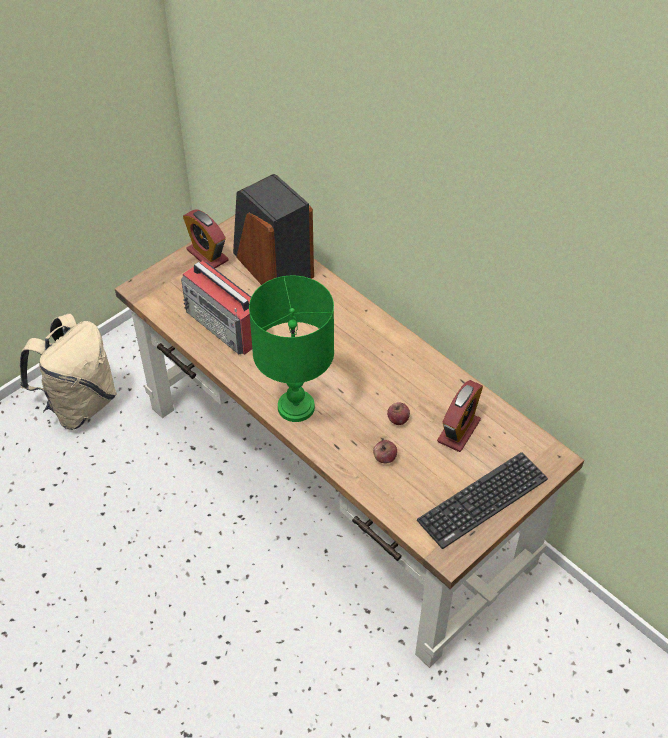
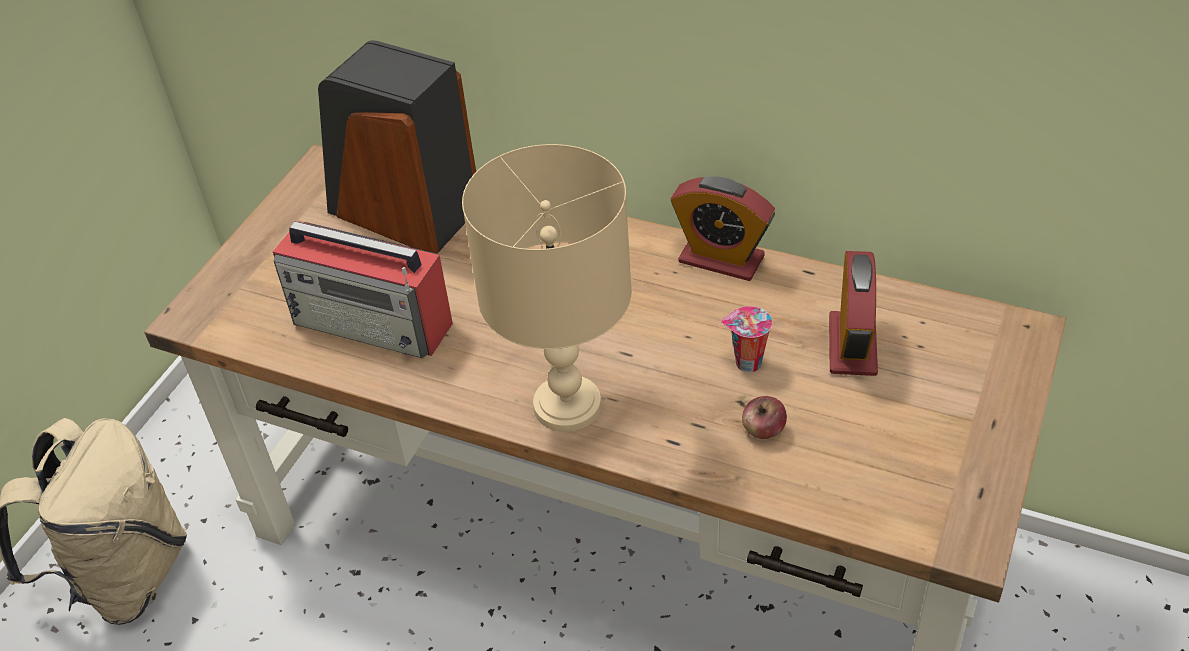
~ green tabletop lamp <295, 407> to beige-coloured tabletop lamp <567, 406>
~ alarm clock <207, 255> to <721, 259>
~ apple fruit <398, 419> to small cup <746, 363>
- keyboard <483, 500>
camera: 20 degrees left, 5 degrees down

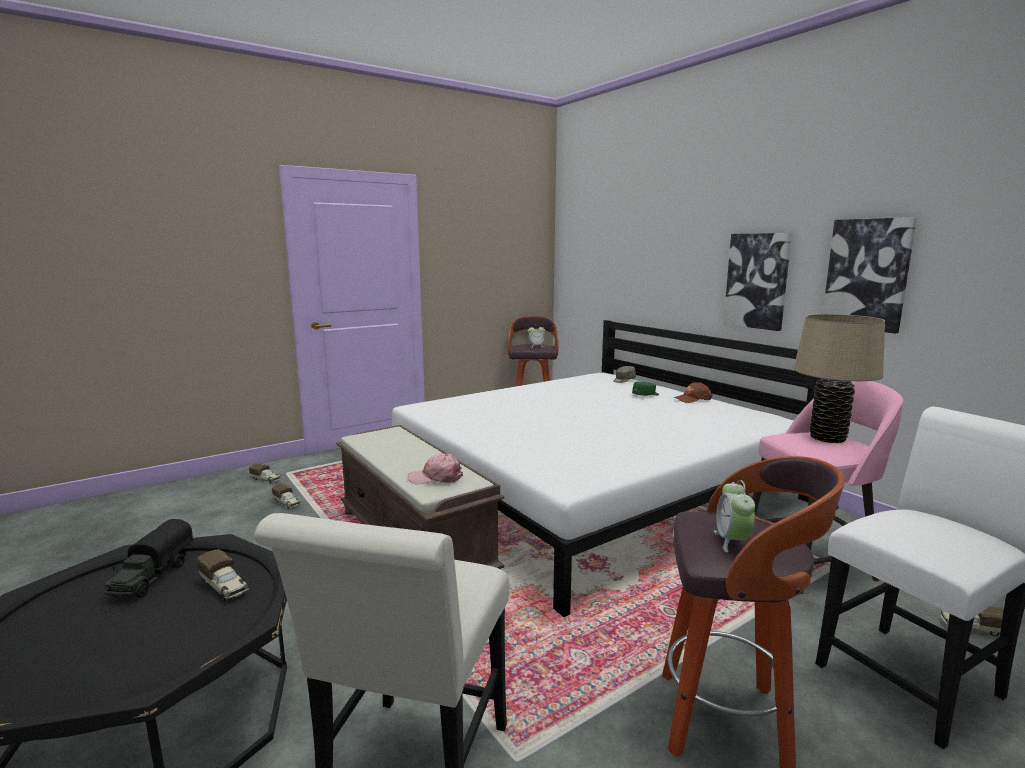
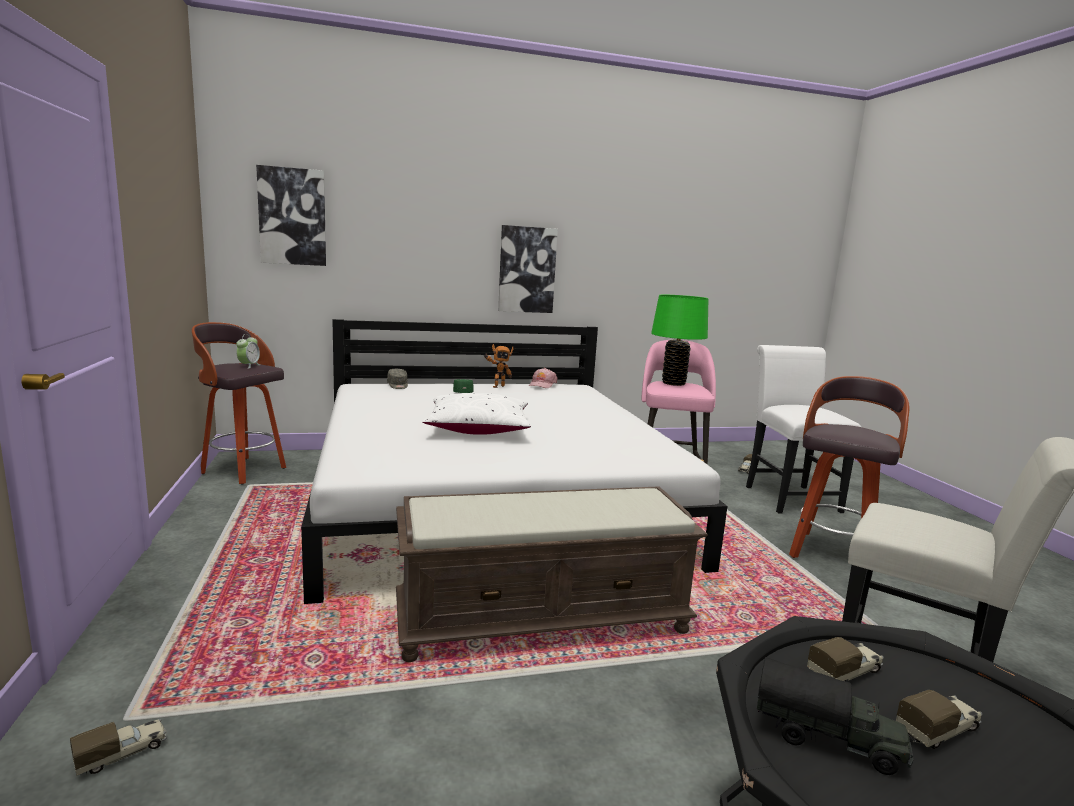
~ wall picture <867, 274> to <292, 217>
+ white pillow <478, 429>
~ brown-coloured peaked cap <692, 399> to toy robot <497, 386>
~ pink-coloured peaked cap <436, 477> to <542, 384>
~ beige-coloured tabletop lamp <827, 438> to green tabletop lamp <673, 383>
~ toy truck <287, 503> to <938, 730>
- alarm clock <732, 541>
camera: 70 degrees left, 0 degrees up

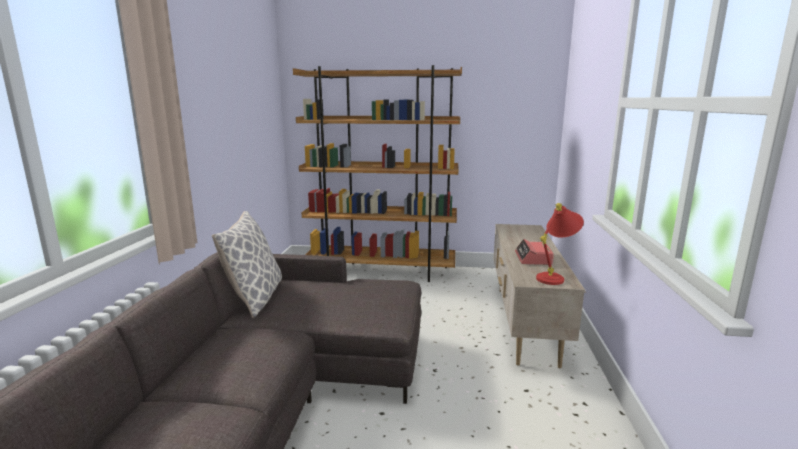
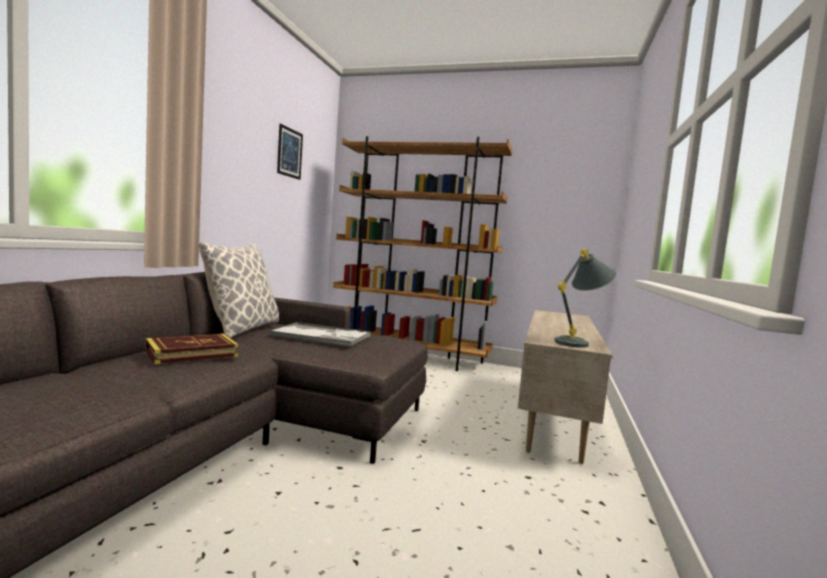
+ book <192, 353>
+ tray <322, 336>
+ wall picture <289, 152>
~ red tabletop lamp <555, 277> to gray tabletop lamp <580, 343>
- alarm clock <533, 258>
camera: 10 degrees right, 10 degrees down

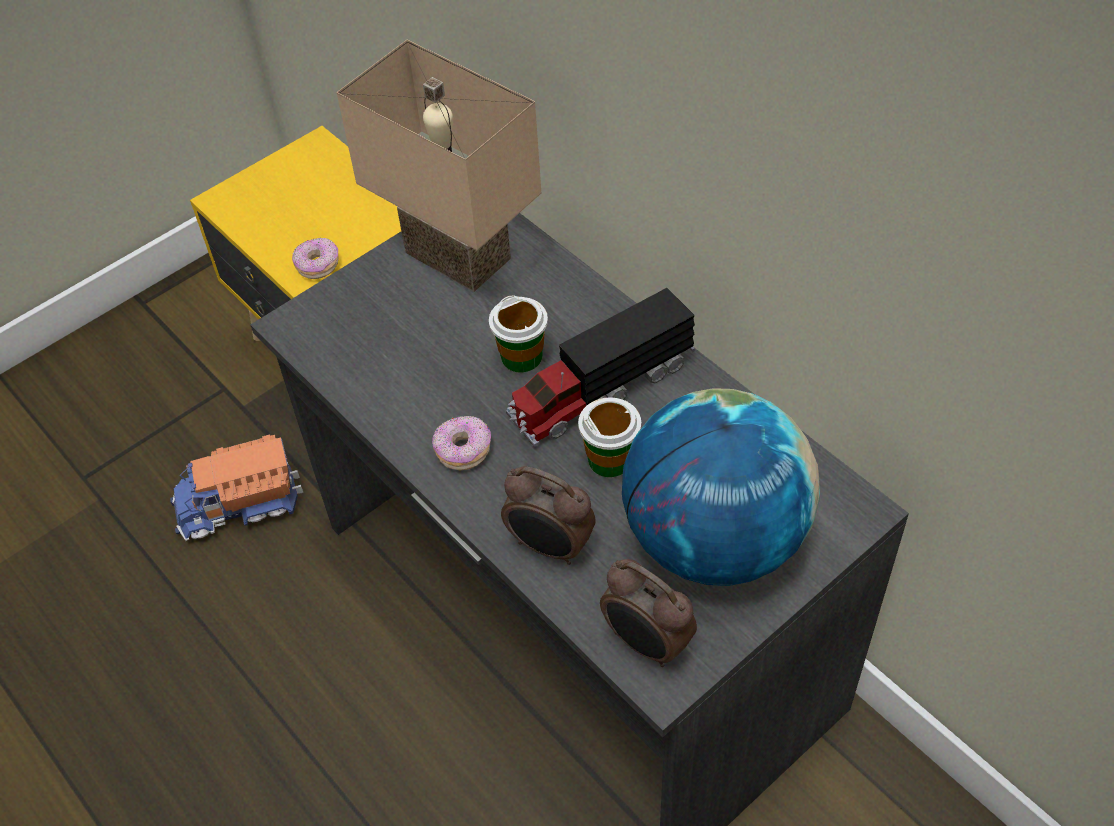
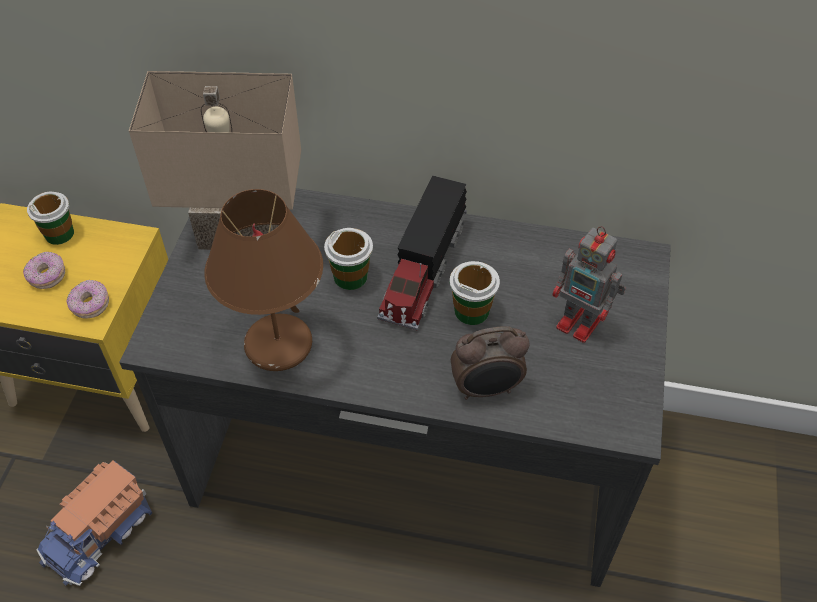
~ ring doughnut <463, 450> to <47, 276>
+ small cup <59, 233>
+ brown-coloured tabletop lamp <277, 346>
~ globe <714, 540> to toy robot <581, 323>
- alarm clock <646, 643>
camera: 40 degrees left, 0 degrees up

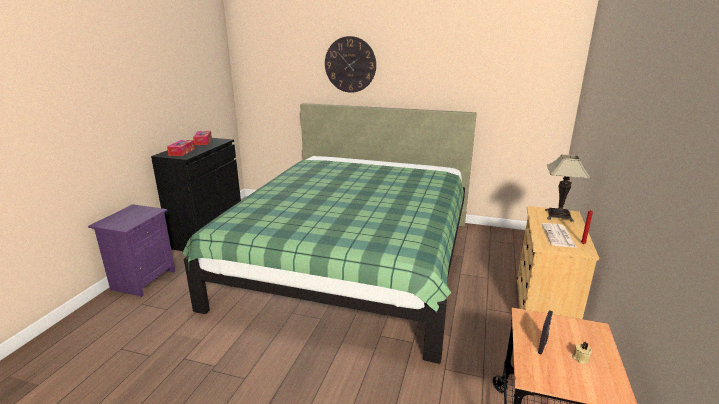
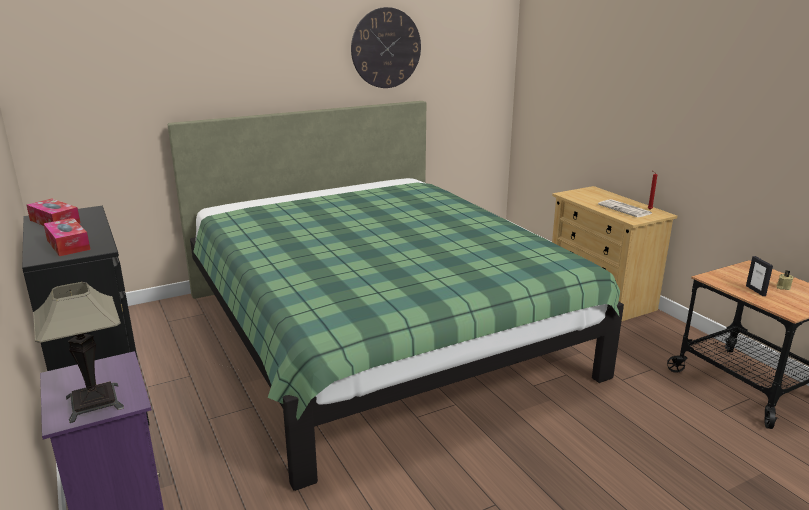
~ tabletop lamp <558, 215> to <94, 402>
~ clock on the wall <350, 64> to <386, 48>
camera: 45 degrees left, 0 degrees up

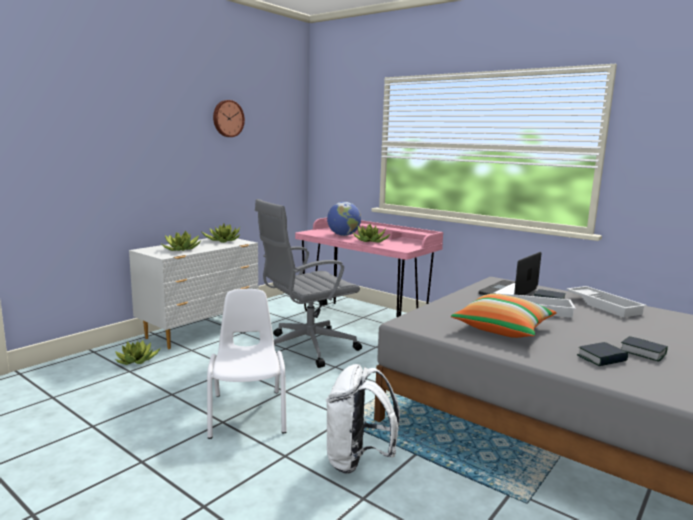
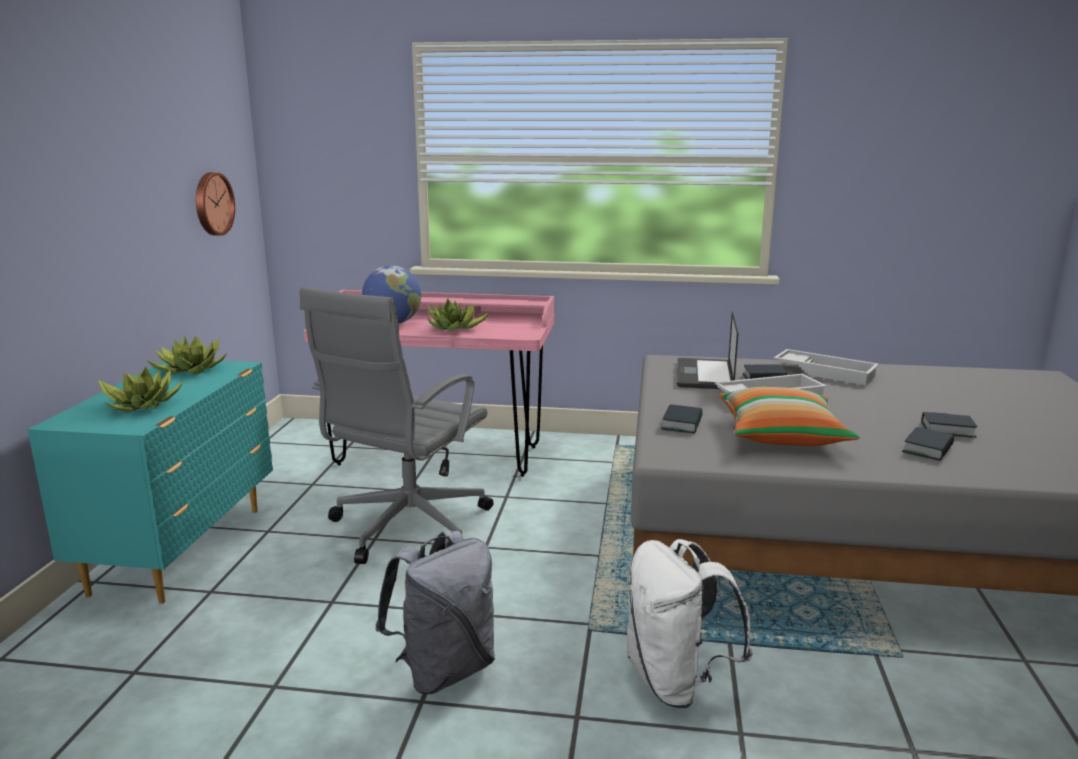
~ white dresser <200, 330> to blue-green dresser <183, 549>
~ clock on the wall <227, 118> to <212, 204>
~ white upright chair <248, 413> to gray backpack <444, 670>
+ book <682, 424>
- houseplant <137, 360>
camera: 30 degrees left, 5 degrees up

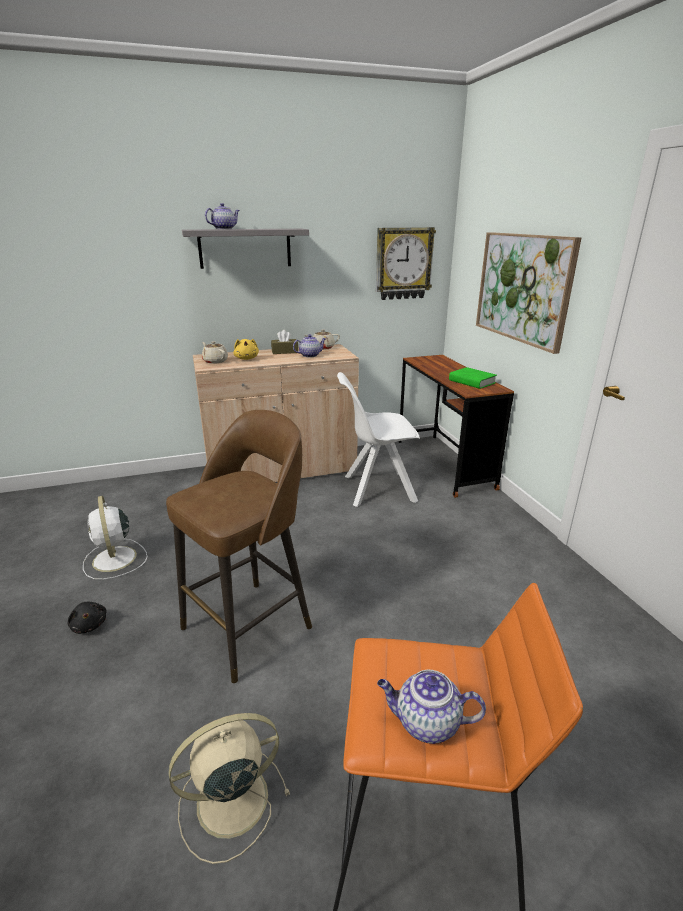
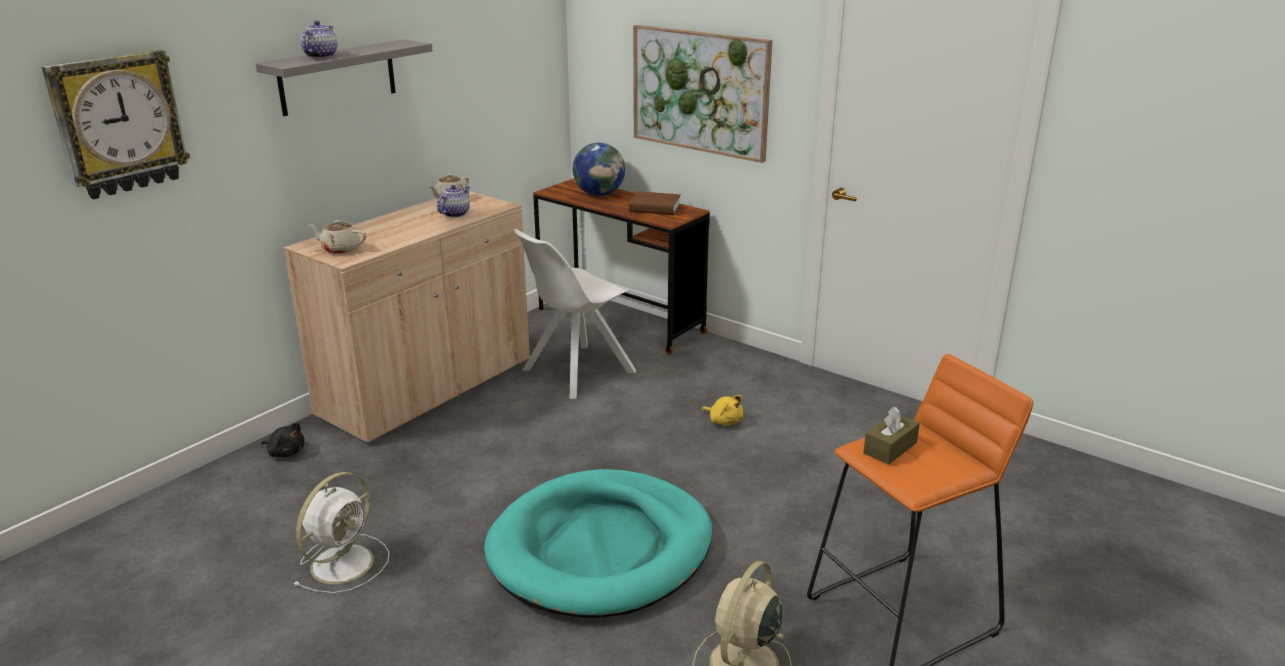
~ clock on the wall <403, 264> to <118, 124>
~ black-coloured cuddly toy <89, 625> to <286, 452>
~ white fan <114, 560> = <344, 562> 90 degrees counterclockwise
~ brown-coloured stool seat <250, 626> to blue-green dog cushion <601, 549>
+ globe <599, 194>
~ green book <472, 382> to brown-coloured book <654, 208>
~ yellow cuddly toy <246, 358> to <724, 421>
~ brown-coloured tissue box <285, 352> to <890, 448>
- pot for tea <426, 723>
camera: 35 degrees left, 0 degrees up

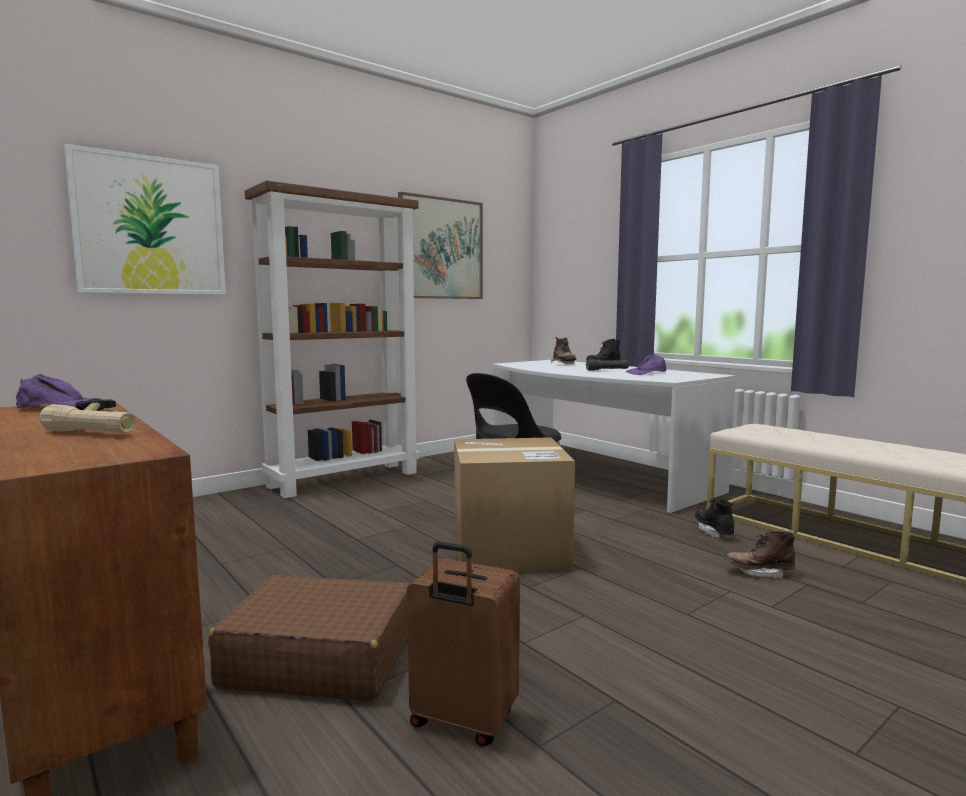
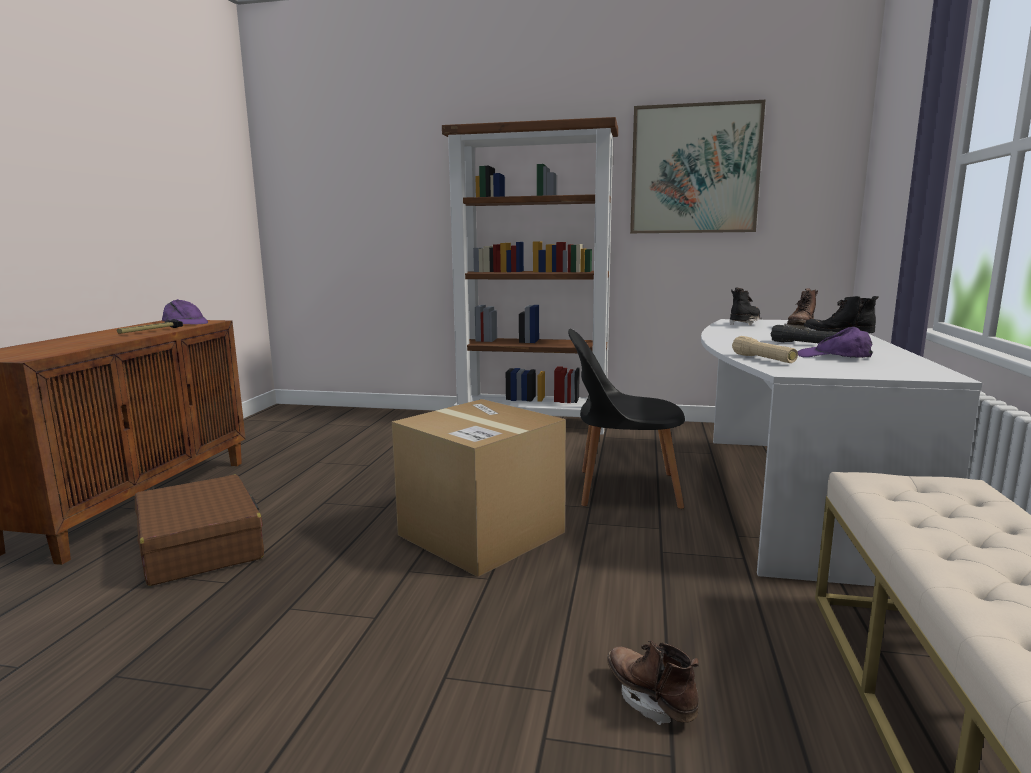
~ black-coloured tall boot <713, 531> to <744, 324>
~ beige-coloured torch <89, 433> to <763, 359>
- wall picture <150, 226>
- brown-coloured travel case <462, 721>
camera: 50 degrees right, 5 degrees up

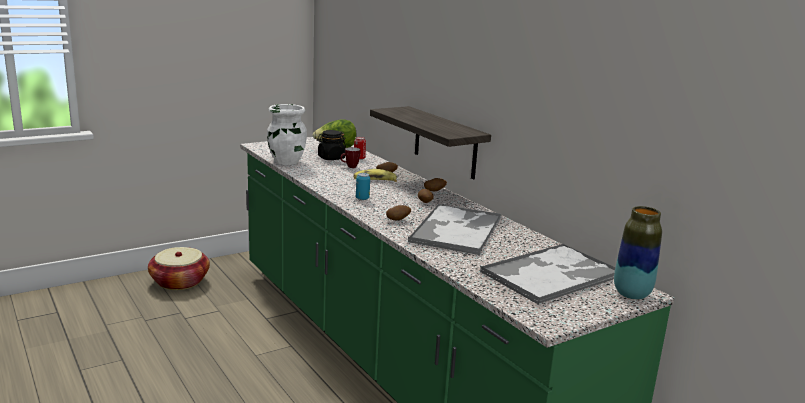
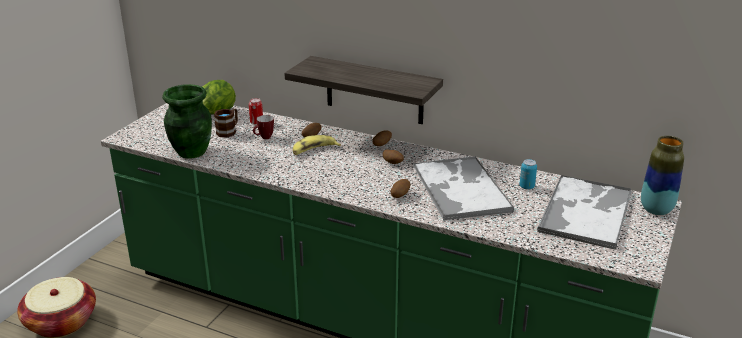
~ white decorative vase <286, 162> to green decorative vase <191, 152>
~ black-coloured jar <331, 158> to brown-coloured mug <228, 131>
~ can <362, 198> to <526, 187>
camera: 30 degrees left, 10 degrees up

